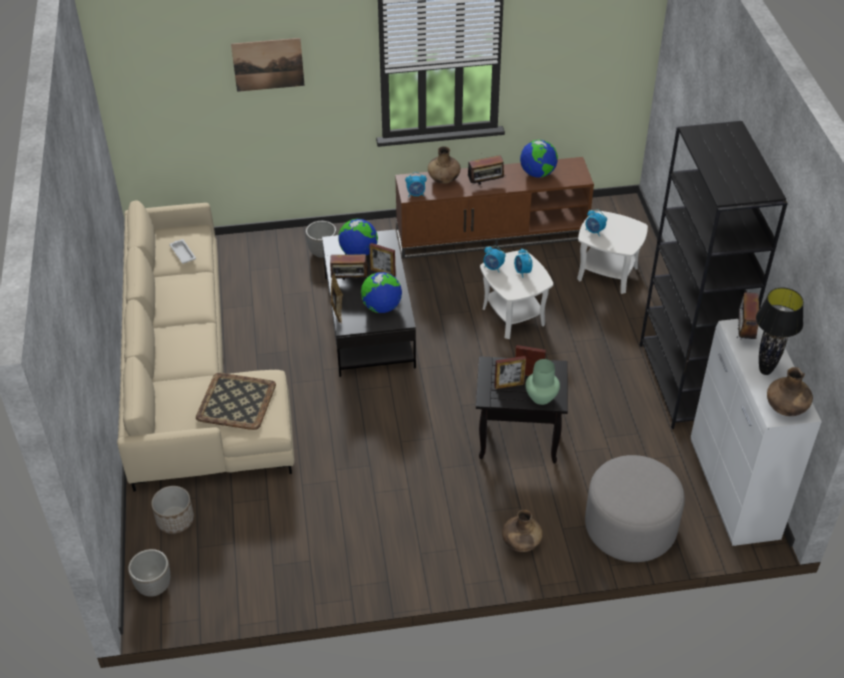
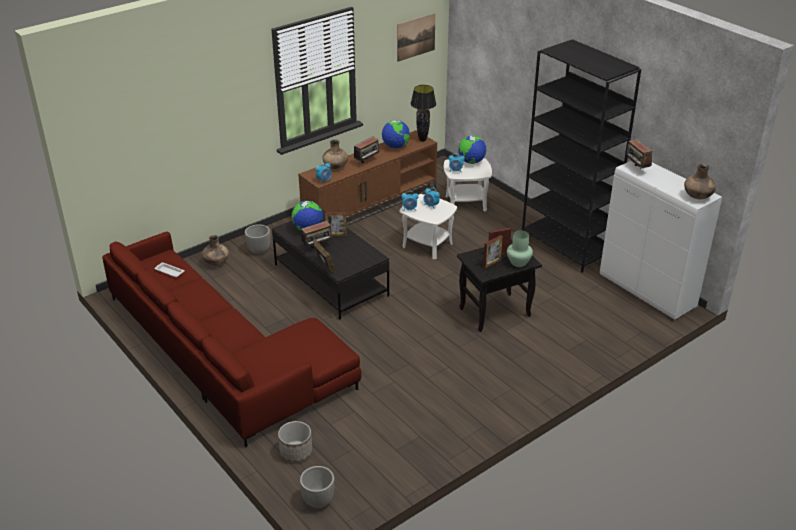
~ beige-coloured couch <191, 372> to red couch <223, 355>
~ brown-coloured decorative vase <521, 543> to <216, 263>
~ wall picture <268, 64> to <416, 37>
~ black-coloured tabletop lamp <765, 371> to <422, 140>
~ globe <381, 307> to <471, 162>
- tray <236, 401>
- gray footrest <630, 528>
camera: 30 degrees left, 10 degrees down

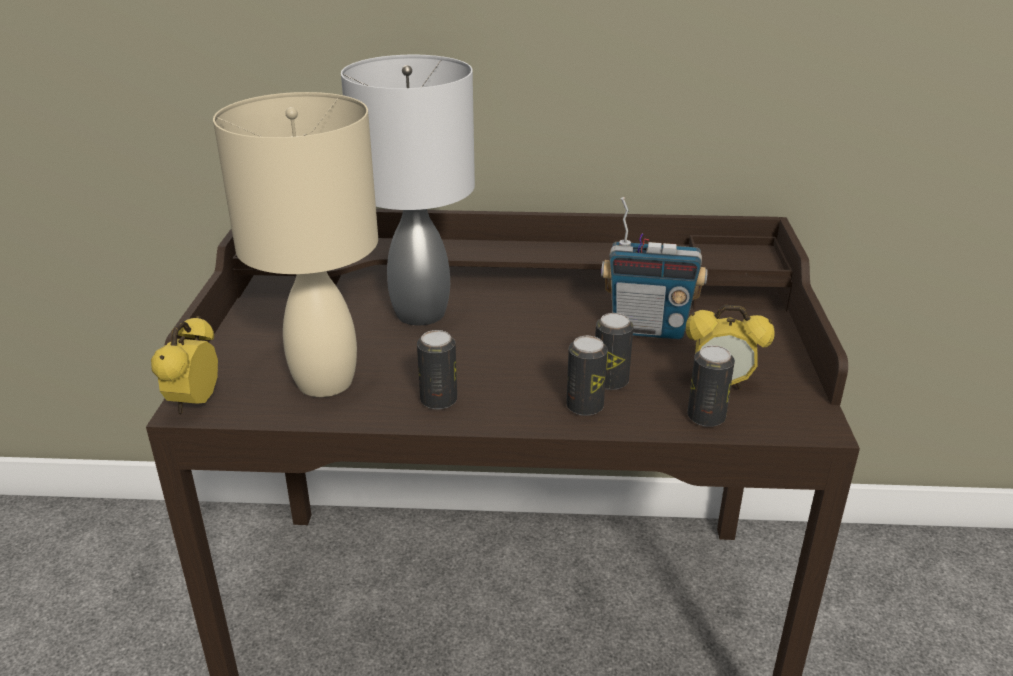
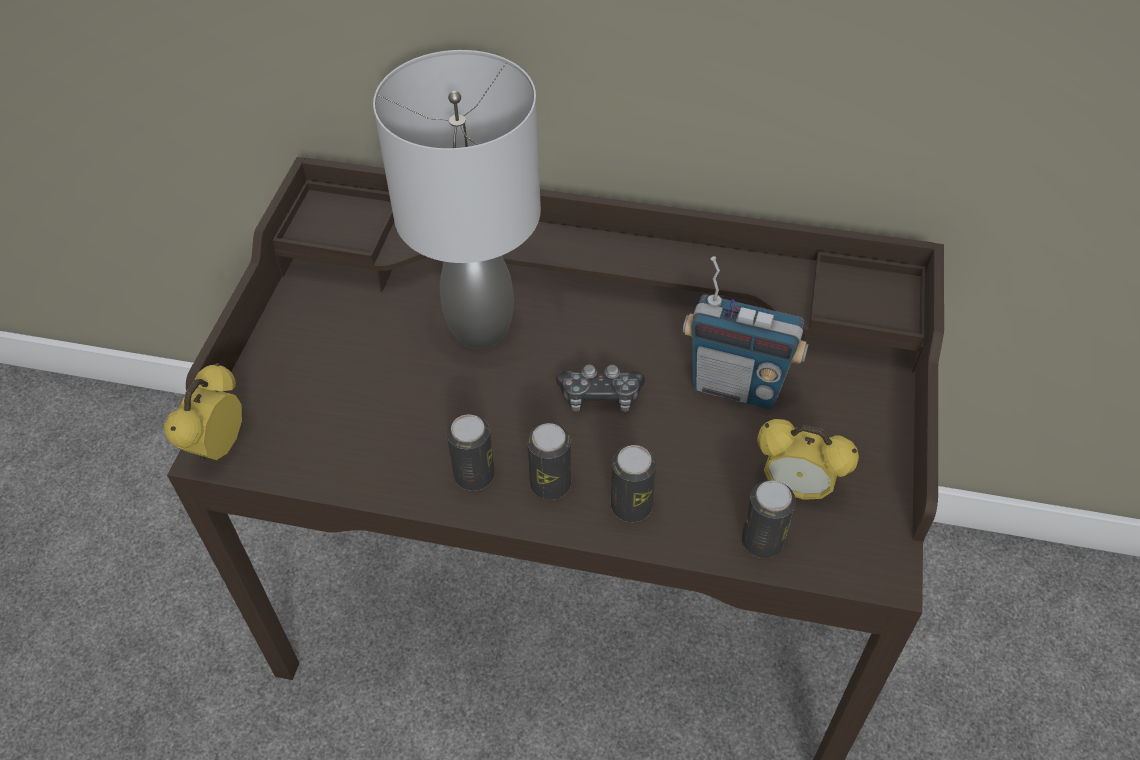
~ can <610, 381> to <550, 484>
+ joypad <600, 396>
- beige-coloured tabletop lamp <323, 381>
camera: 10 degrees right, 20 degrees up

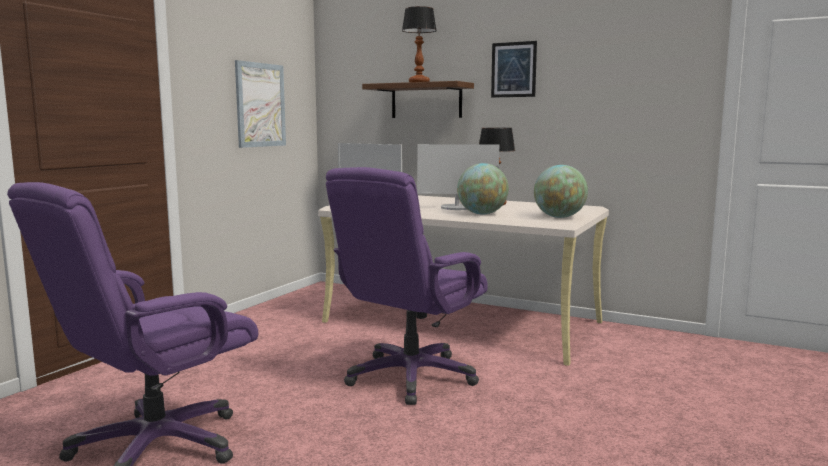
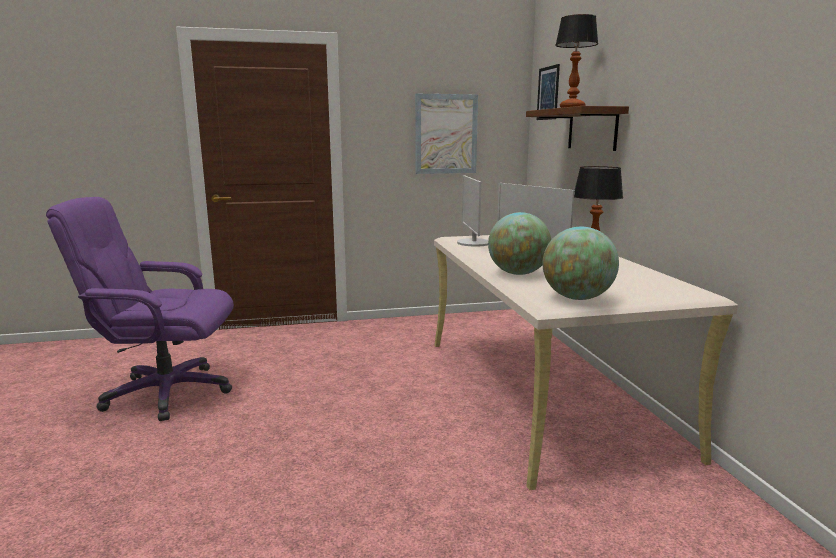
~ wall picture <513, 69> to <548, 93>
- purple-coloured desk chair <410, 377>
camera: 50 degrees right, 5 degrees up

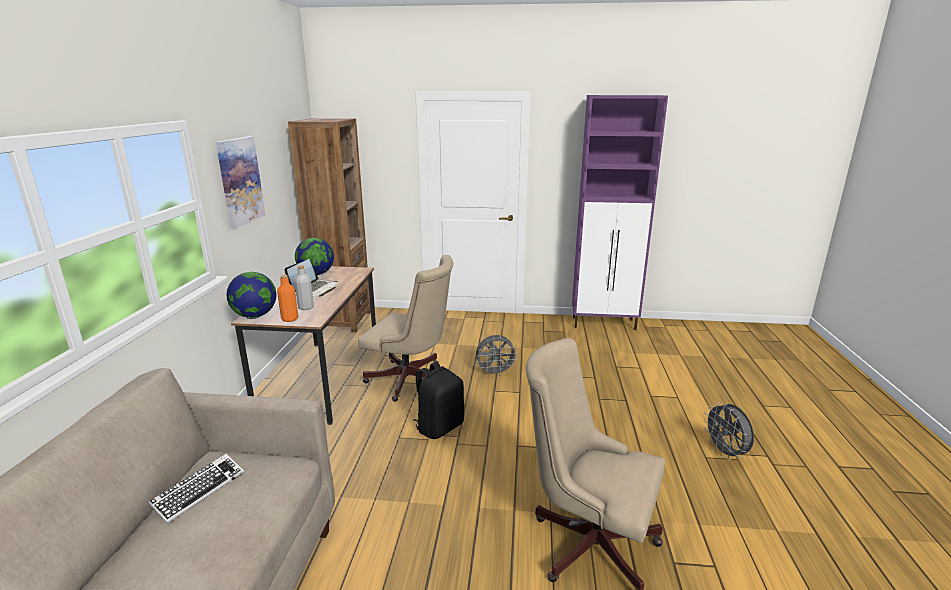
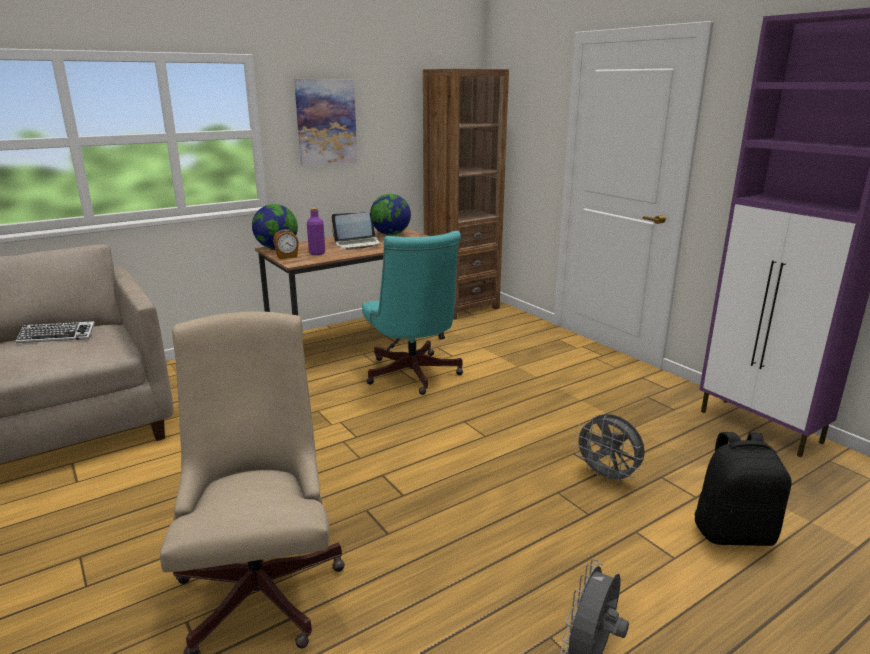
~ orangey beverage bottle <290, 319> to alarm clock <287, 257>
~ gray beverage bottle <306, 307> to purple-coloured beverage bottle <317, 253>
~ beige-coloured desk chair <411, 381> to blue-green desk chair <413, 376>
~ gray fan <495, 373> to <607, 477>
~ black-coloured backpack <439, 427> to <733, 532>
camera: 50 degrees right, 0 degrees up

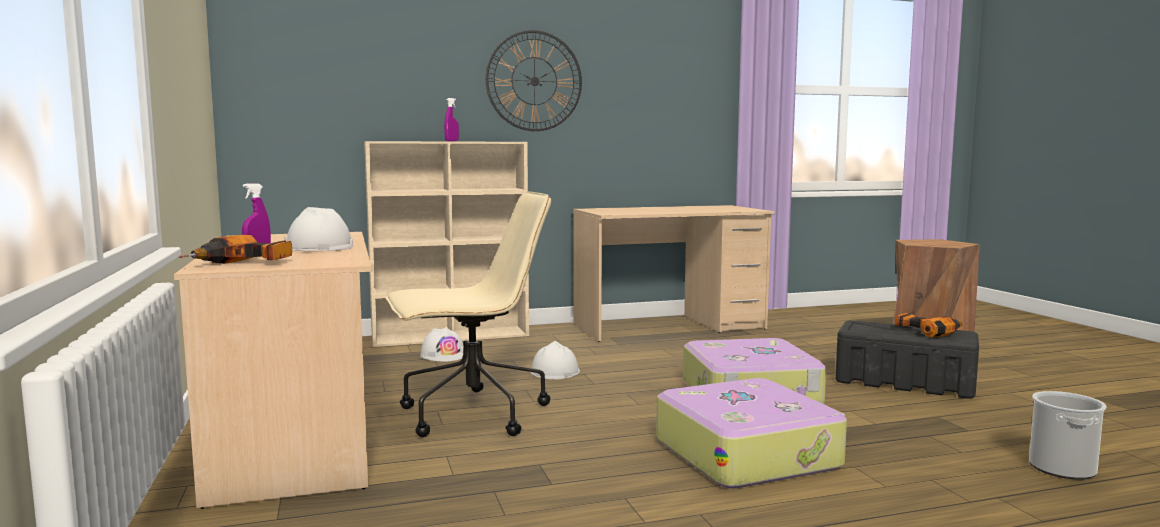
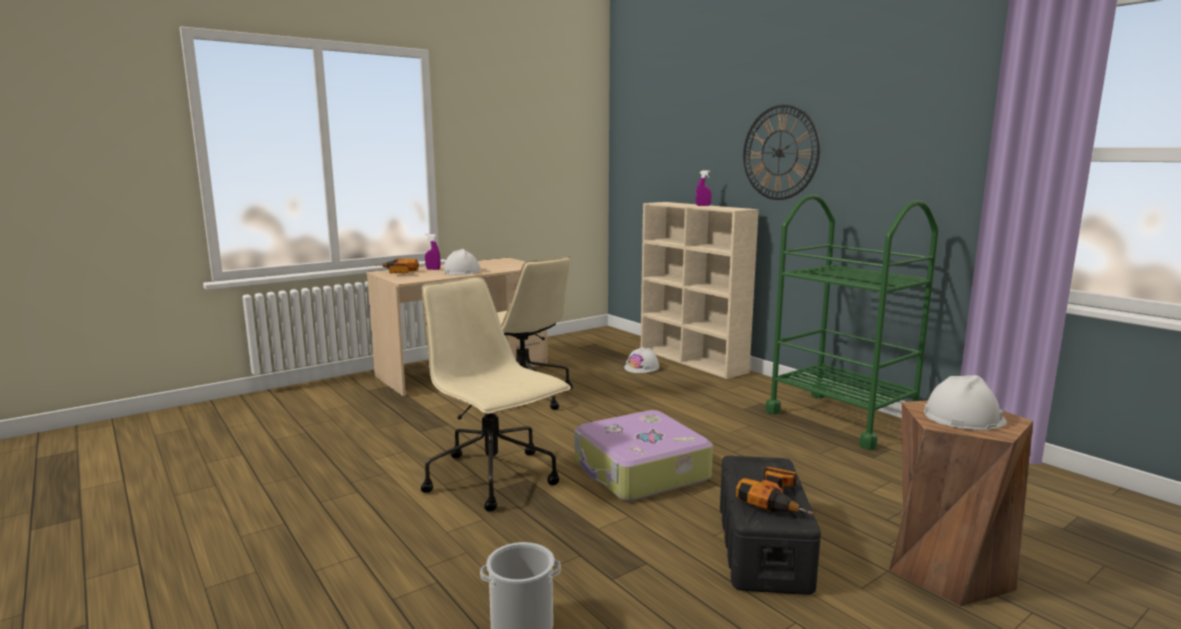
~ travel case <747, 453> to beige-coloured desk chair <494, 479>
~ beige-coloured desk unit <669, 326> to green cart <841, 419>
~ white work helmet <554, 371> to <963, 417>
camera: 70 degrees right, 5 degrees up

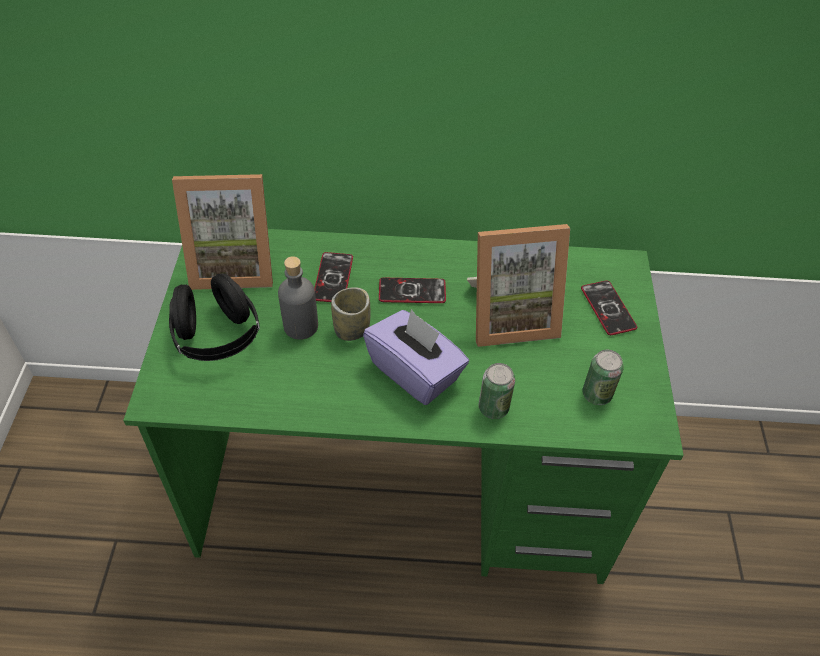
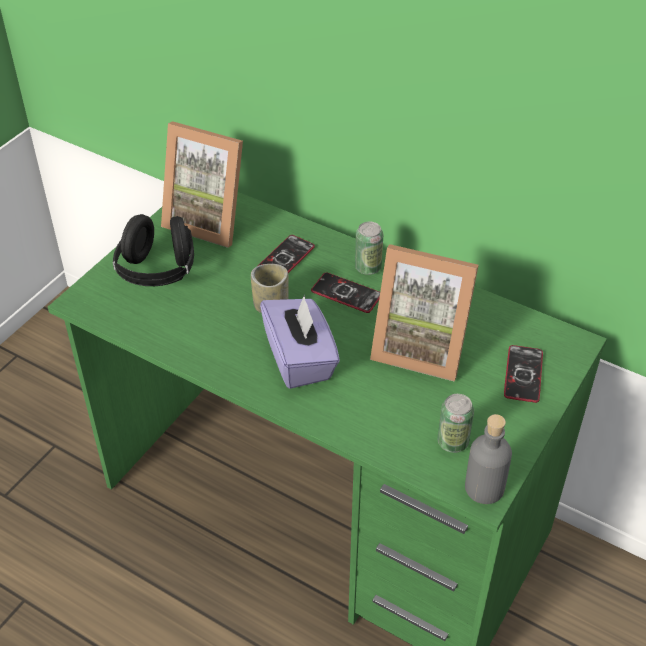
~ can <493, 408> to <368, 267>
~ gray beverage bottle <300, 326> to <484, 488>
camera: 30 degrees right, 5 degrees down

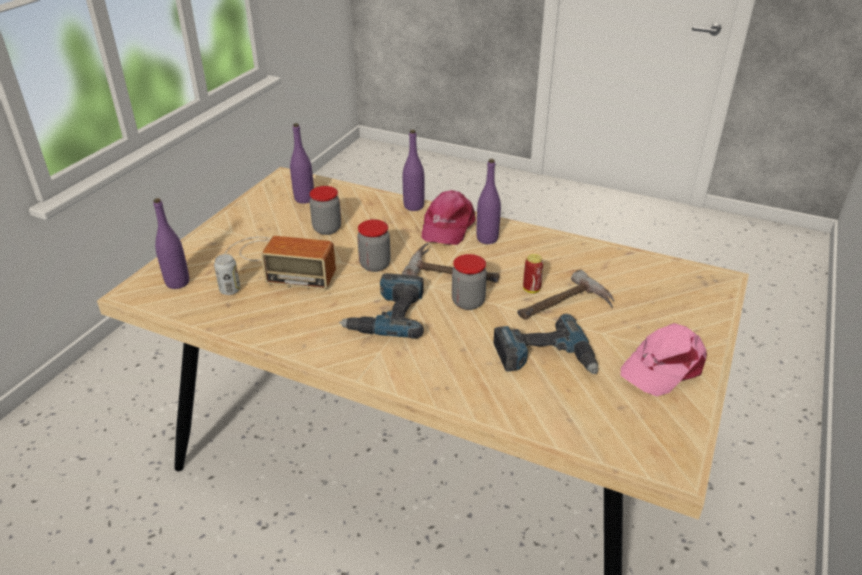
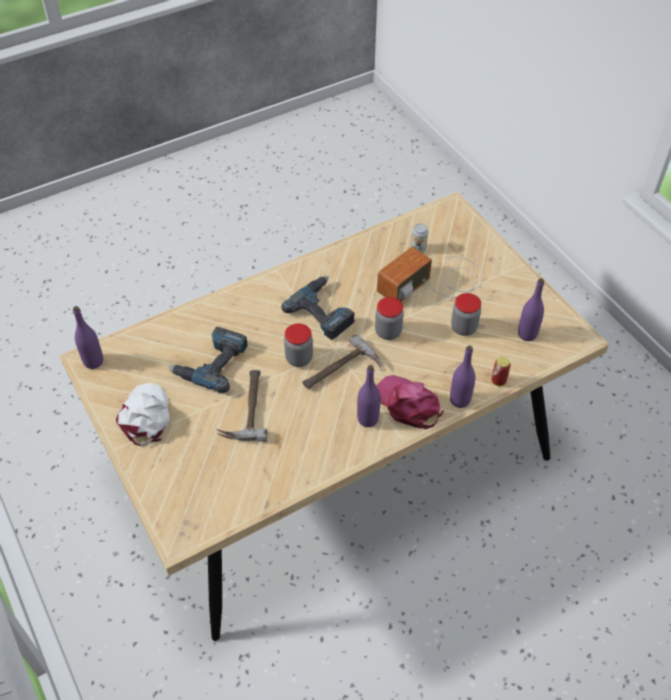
~ purple-coloured beverage bottle <177, 283> to <93, 361>
~ pink-coloured peaked cap <663, 366> to white peaked cap <145, 417>
~ can <531, 289> to <498, 381>
camera: 125 degrees right, 15 degrees up

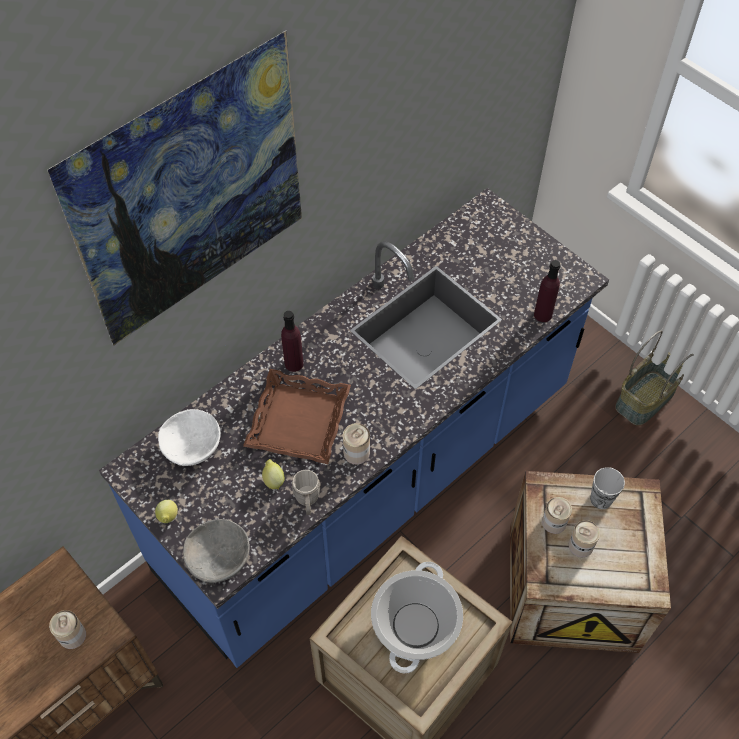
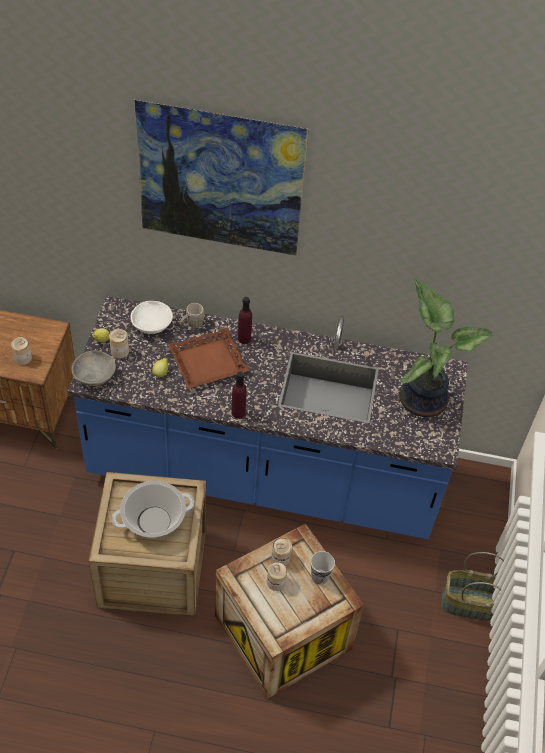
~ can <356, 452> to <119, 351>
~ gray mug <307, 501> to <192, 325>
~ purple-coloured beverage bottle <543, 314> to <238, 412>
+ houseplant <423, 398>
camera: 50 degrees right, 5 degrees down

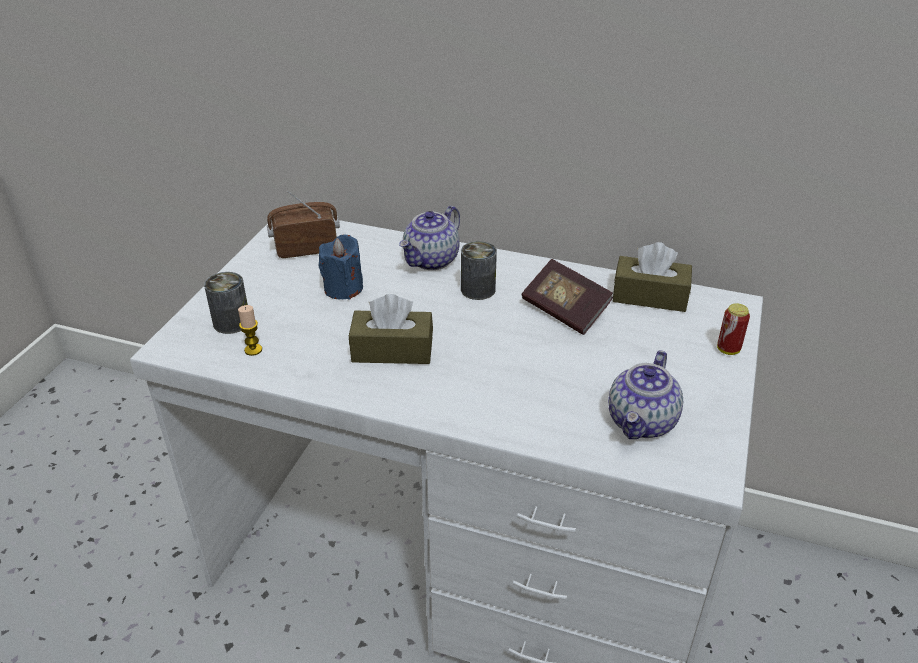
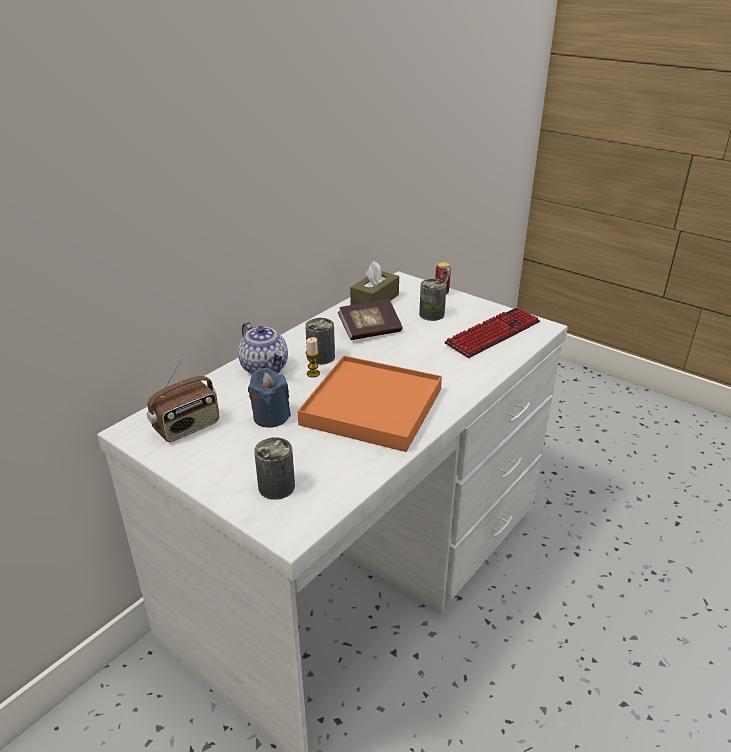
~ radio <306, 248> = <187, 427> 135 degrees counterclockwise
~ brown-coloured tissue box <392, 350> to orangey tray <372, 407>
~ wax light <253, 350> to <313, 373>
+ can <431, 314>
~ pot for tea <642, 422> to keyboard <493, 334>
camera: 70 degrees left, 5 degrees down

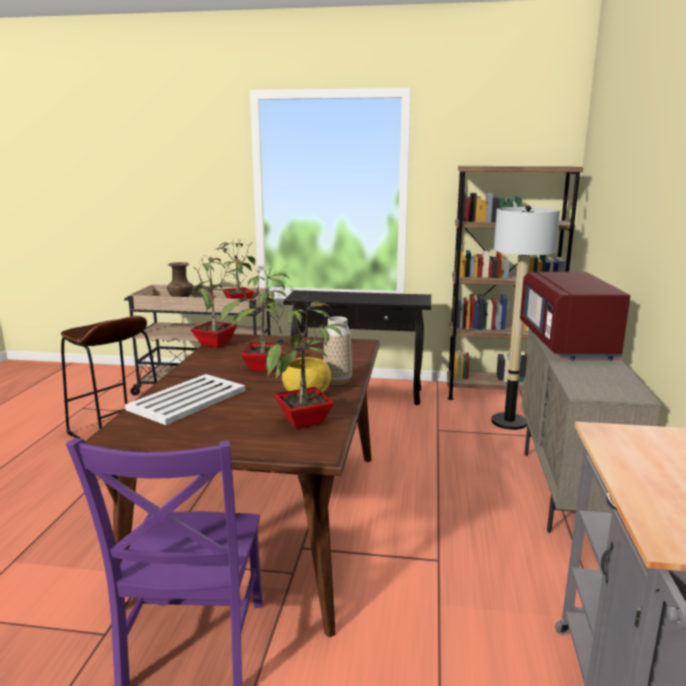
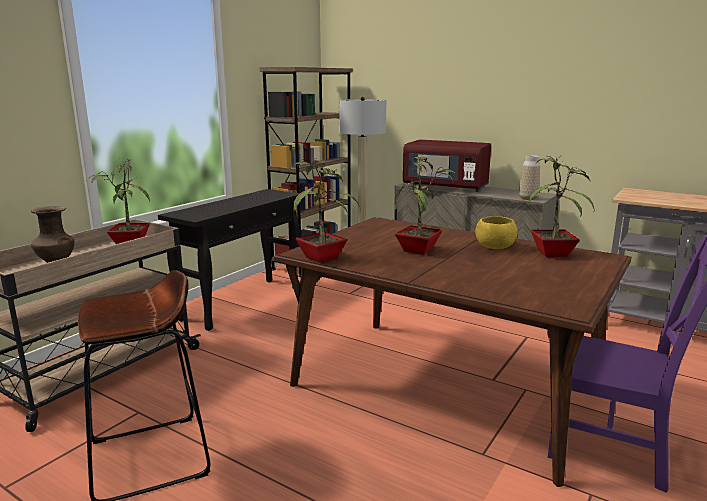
~ decorative vase <337, 381> to <528, 198>
- white tray <188, 399>
camera: 65 degrees left, 0 degrees up

